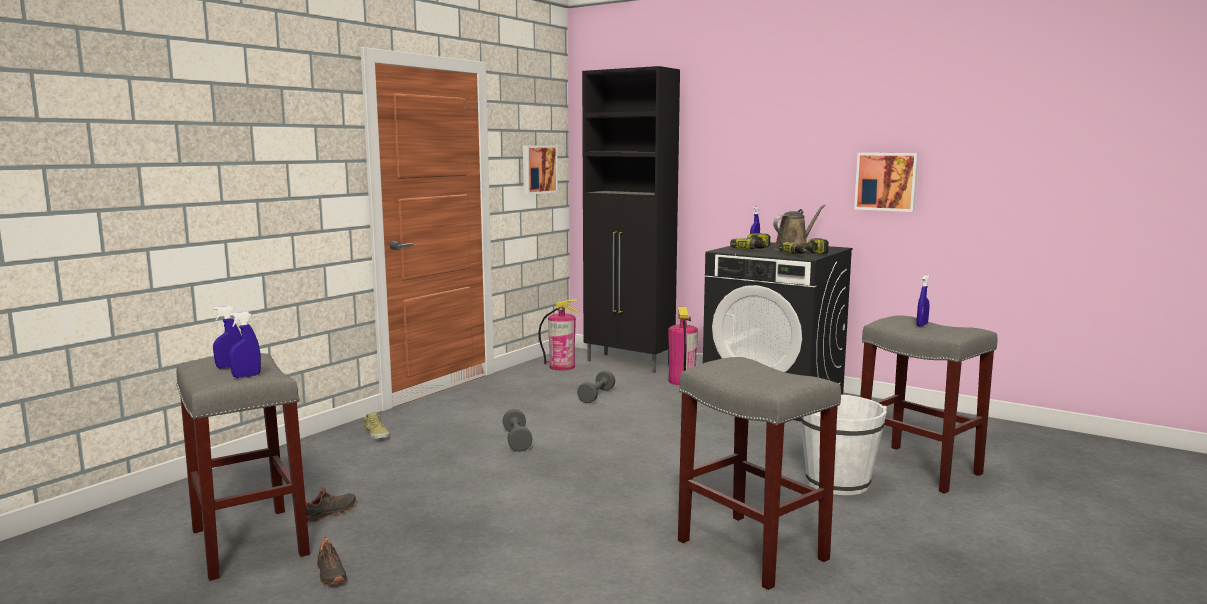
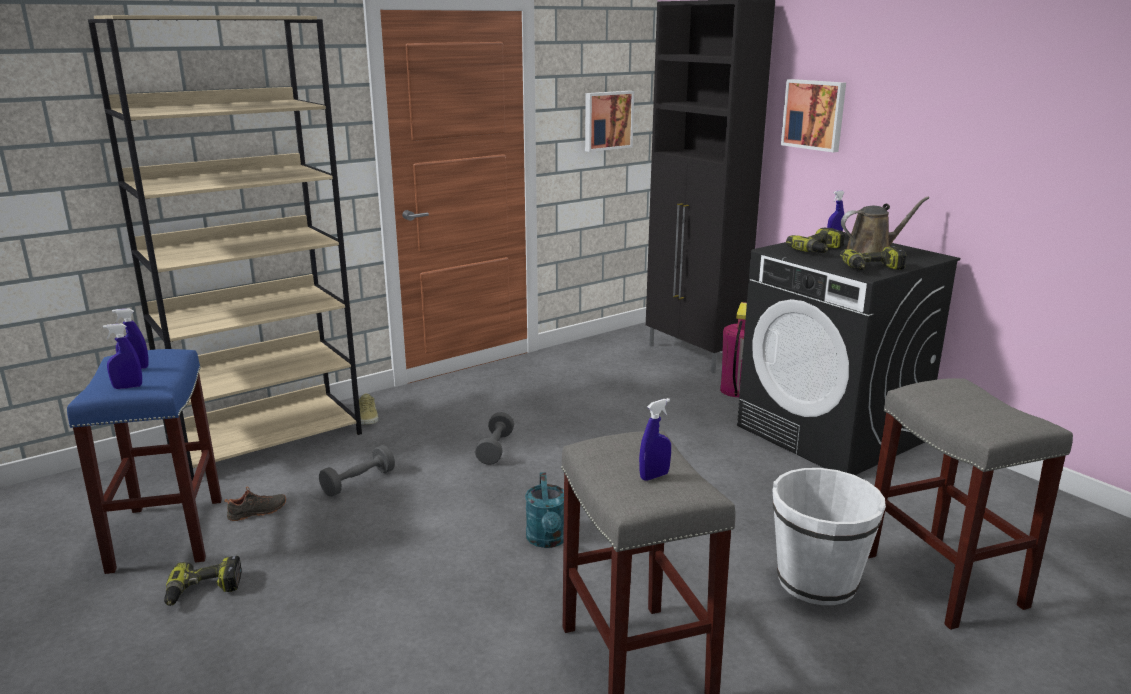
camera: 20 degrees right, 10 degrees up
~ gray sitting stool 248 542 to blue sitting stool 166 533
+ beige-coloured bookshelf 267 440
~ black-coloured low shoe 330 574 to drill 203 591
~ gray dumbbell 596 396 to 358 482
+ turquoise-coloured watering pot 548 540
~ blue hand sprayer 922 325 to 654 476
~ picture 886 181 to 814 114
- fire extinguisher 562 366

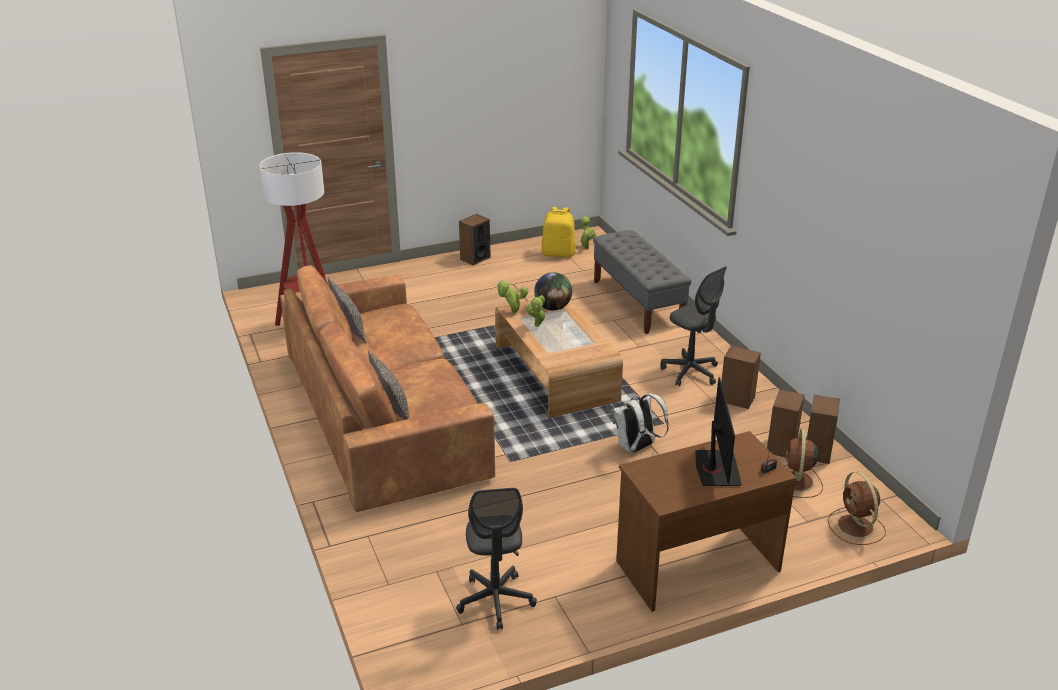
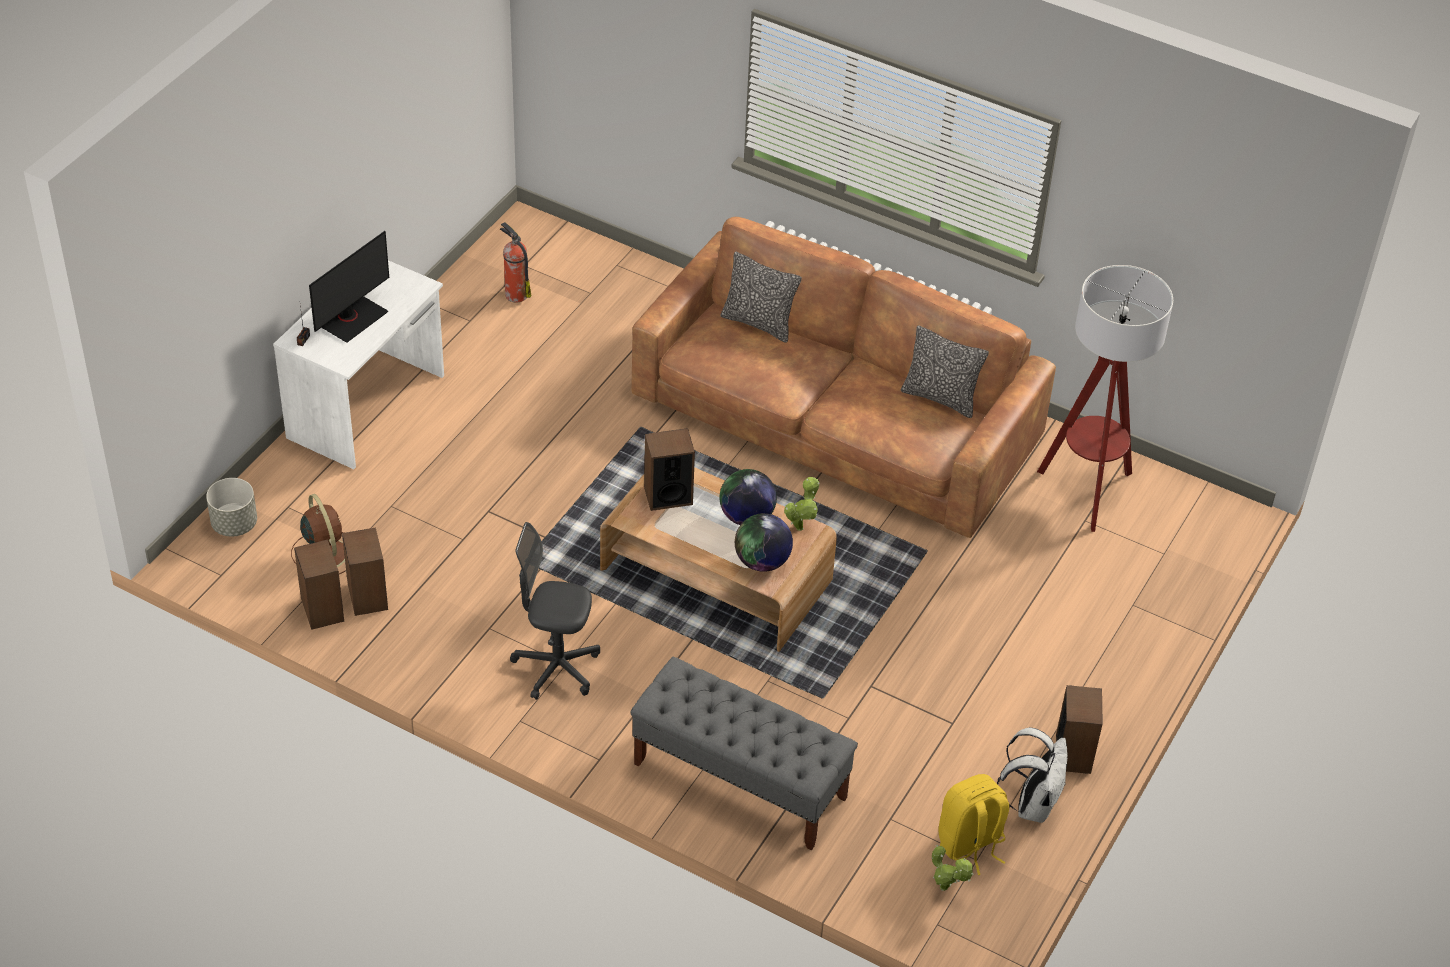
camera: 140 degrees right, 15 degrees up
~ brown fan 856 527 to gray flower pot 234 524
~ brown desk 696 565 to white desk 368 407
~ computer display 716 469 = 351 318 105 degrees counterclockwise
~ gray office chair 495 601 to fire extinguisher 515 294
~ speaker 737 399 to 668 495
~ potted plant 536 326 to world globe 746 517
~ white rucksack 636 448 to 1032 804

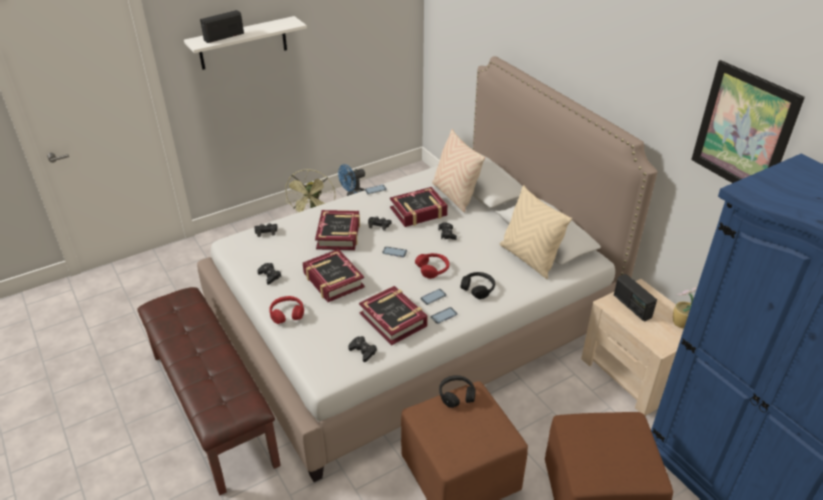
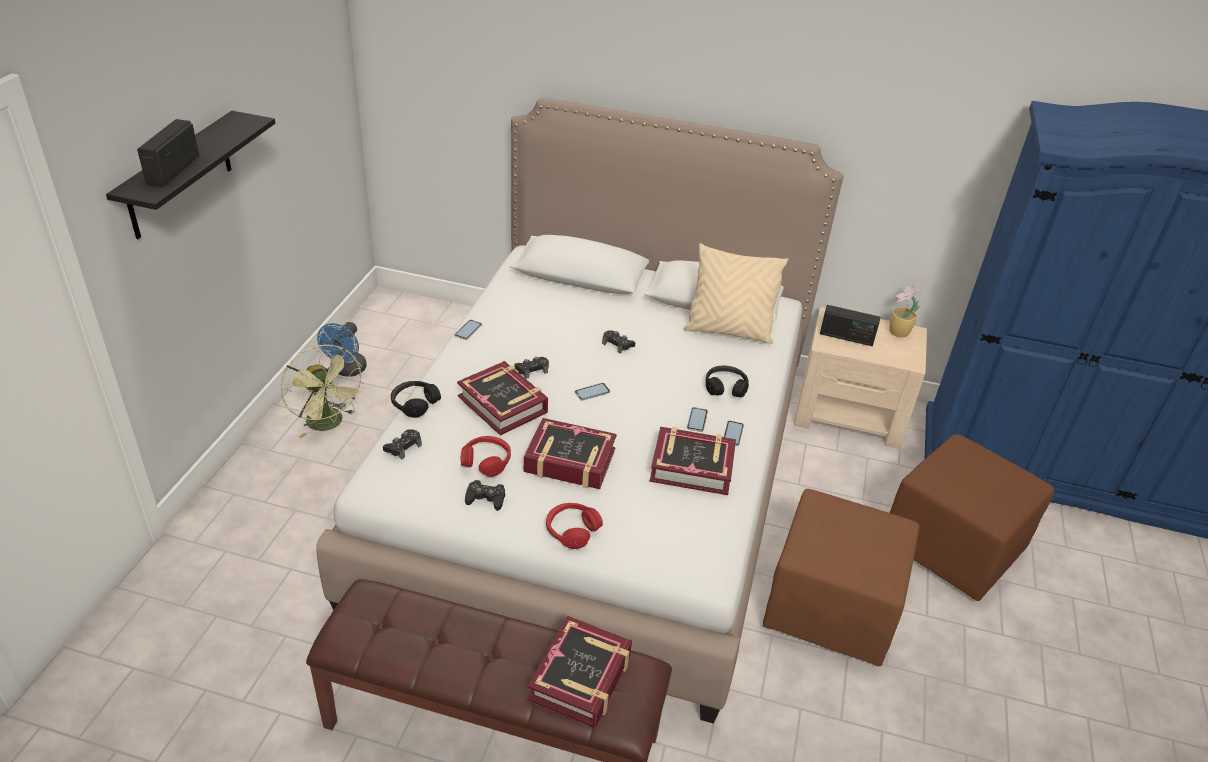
camera: 45 degrees left, 0 degrees up
~ white bracket shelf 243 43 to black-coloured bracket shelf 179 175
~ black-coloured headphones 456 395 to 414 404
~ red-coloured headphones 433 269 to 486 461
~ bound book 418 212 to 581 678
- black-coloured game controller 363 351
- beige-coloured throw pillow 454 196
- picture 744 130

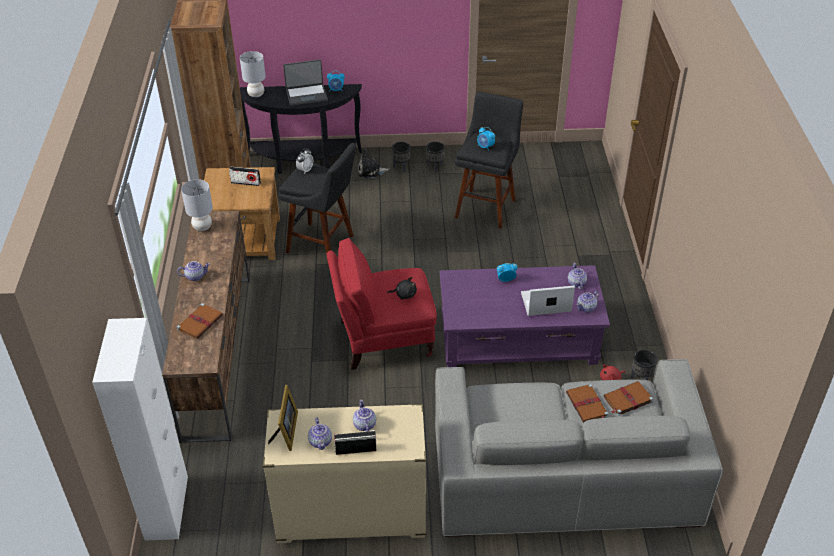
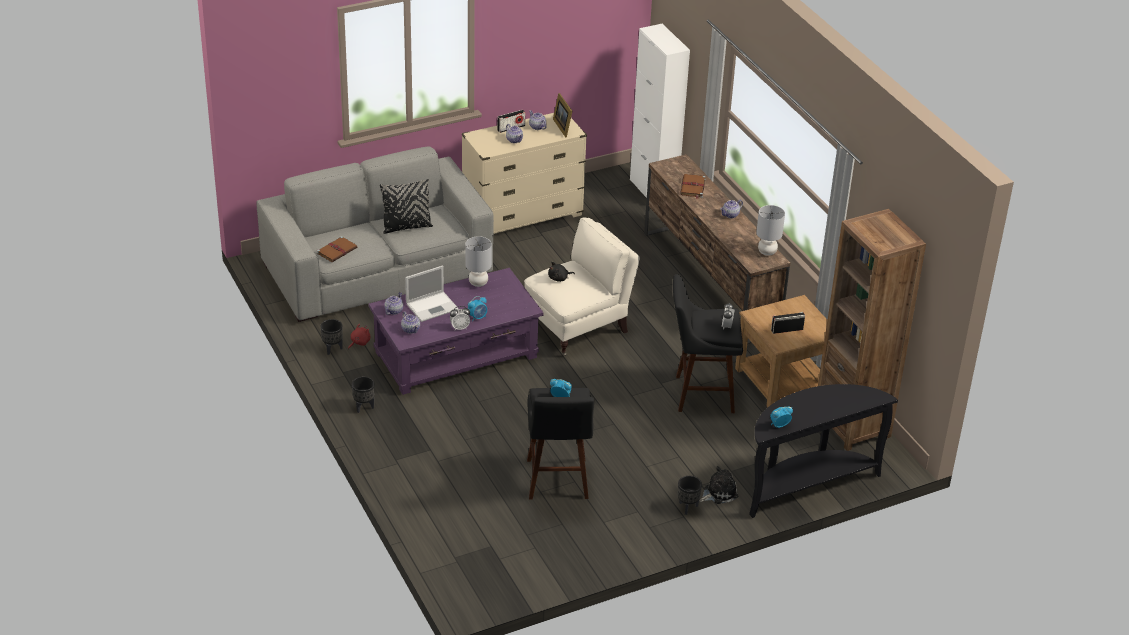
camera: 155 degrees right, 5 degrees down
~ black-coloured flower pot 435 167 to 363 407
+ black-coloured throw pillow 406 227
+ alarm clock 460 327
~ gray tabletop lamp 256 94 to 478 283
~ red-coloured armchair 383 338 to beige-coloured armchair 579 326
- notebook computer 306 95
- brown bound book 587 405

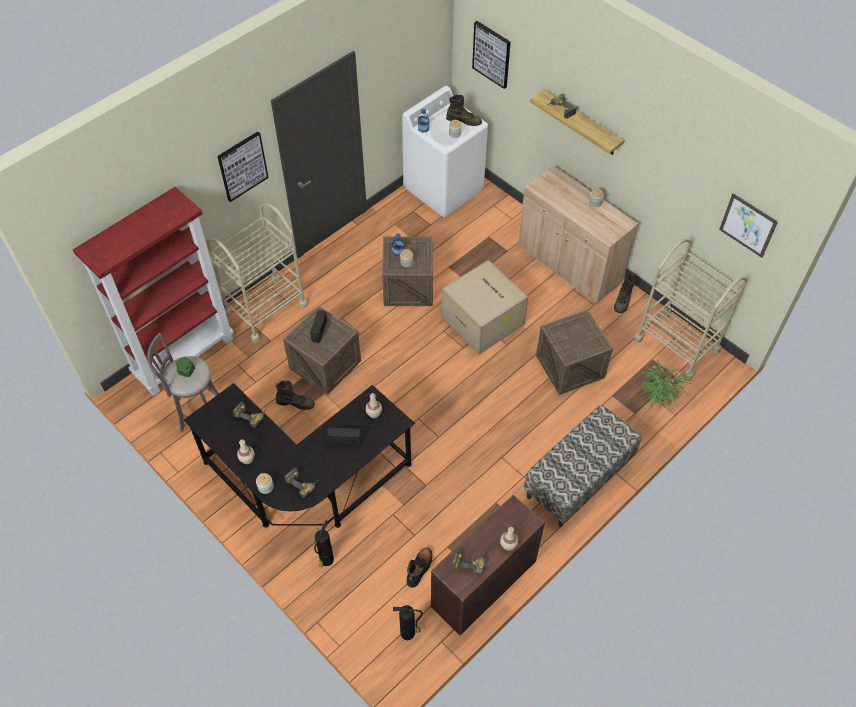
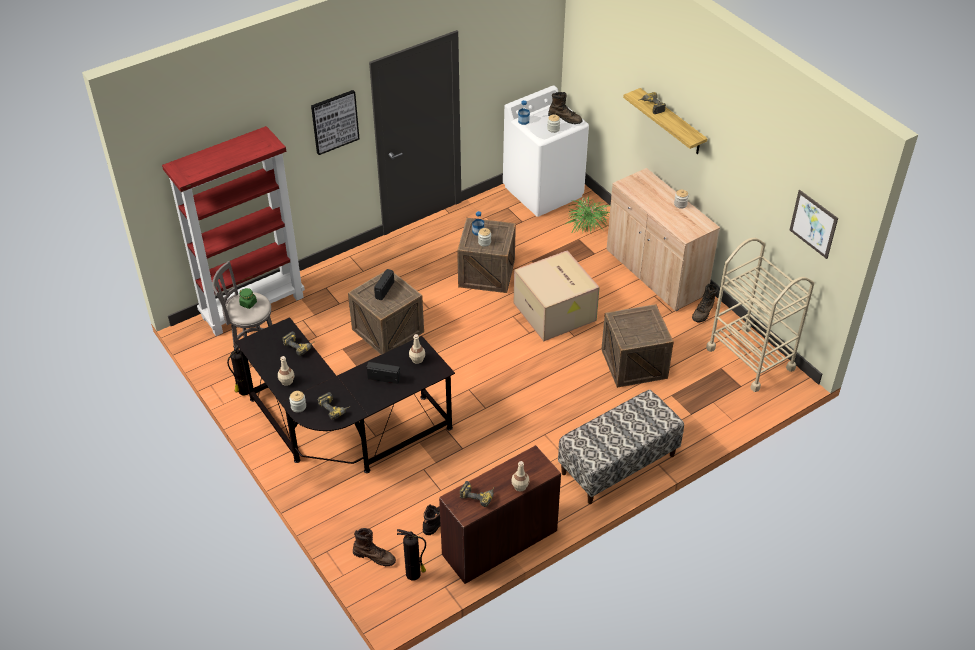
camera: 10 degrees right, 10 degrees down
~ fire extinguisher 326 560 to 244 391
~ brown tall boot 295 403 to 374 556
~ potted plant 659 392 to 587 224
- beige-coloured wheeled cart 265 309
- picture 492 54

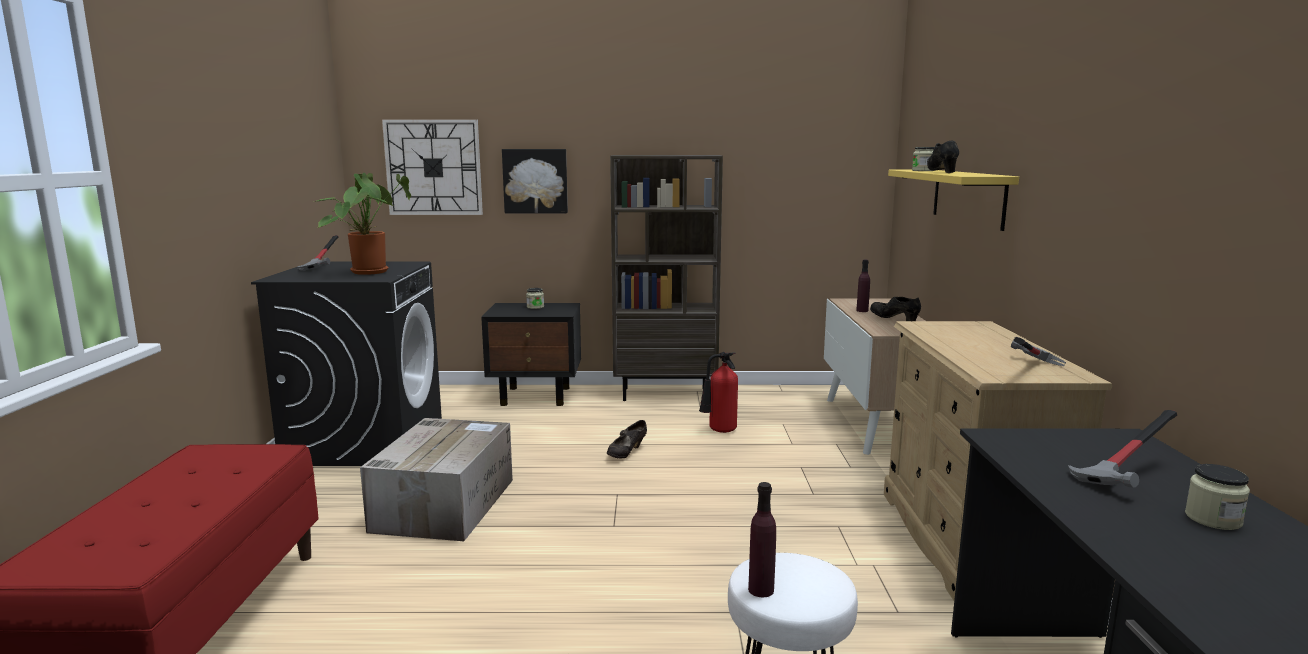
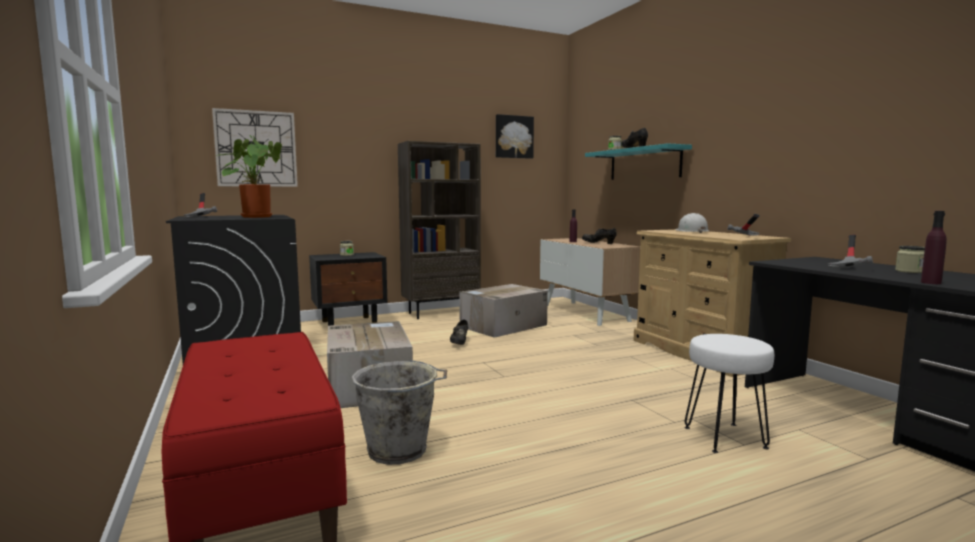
camera: 25 degrees left, 5 degrees down
+ gray water bucket 400 450
~ fire extinguisher 719 431 to carton 502 326
~ picture 535 181 to 513 137
~ yellow-coloured bracket shelf 967 197 to turquoise-coloured bracket shelf 644 164
+ white safety helmet 691 231
~ purple-coloured beverage bottle 761 590 to 931 283

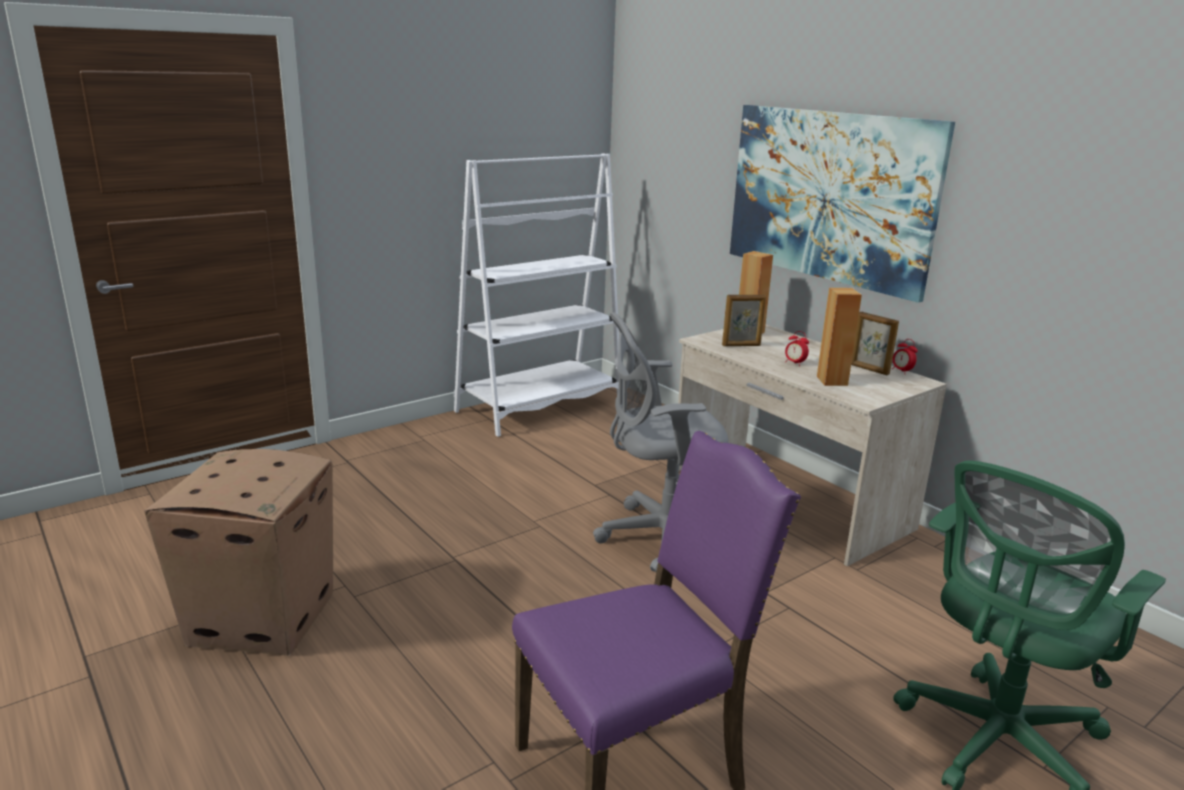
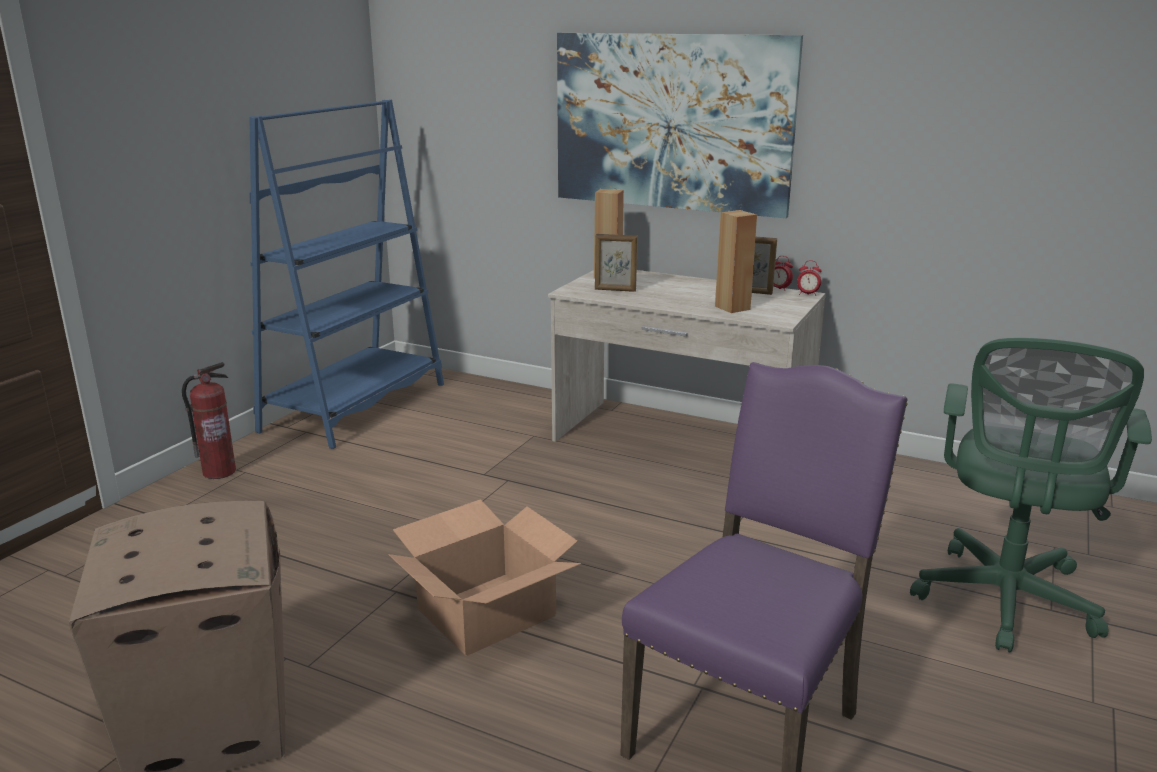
camera: 25 degrees left, 0 degrees up
+ fire extinguisher 219 471
~ white bookshelf 540 407 to blue bookshelf 355 407
+ carton 485 612
~ photo frame 741 345 = 615 290 45 degrees clockwise
~ alarm clock 794 363 to 807 294
- gray office chair 660 537

